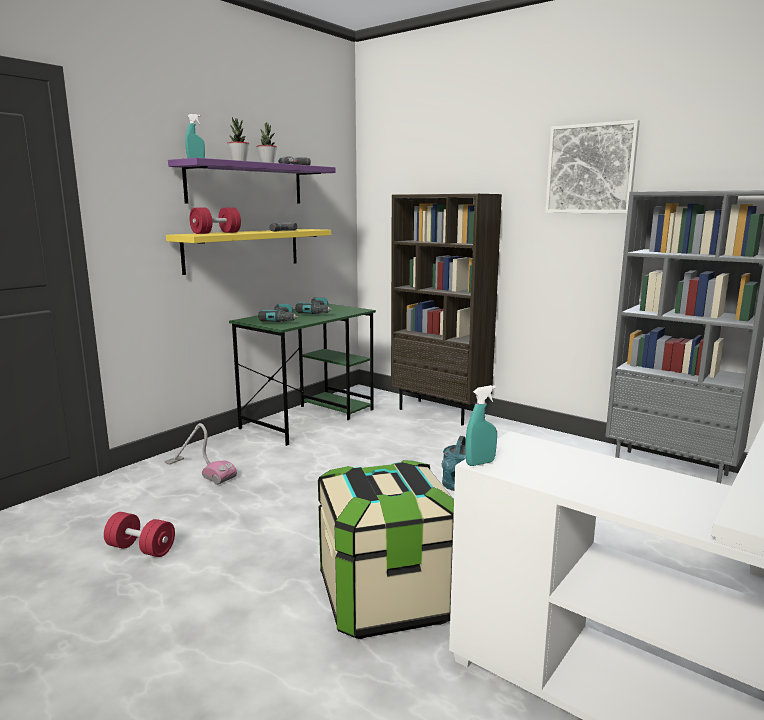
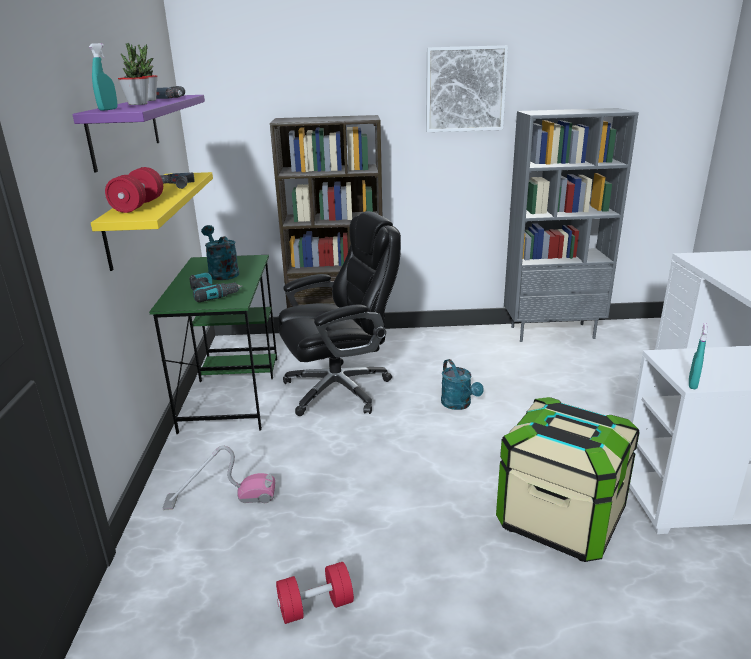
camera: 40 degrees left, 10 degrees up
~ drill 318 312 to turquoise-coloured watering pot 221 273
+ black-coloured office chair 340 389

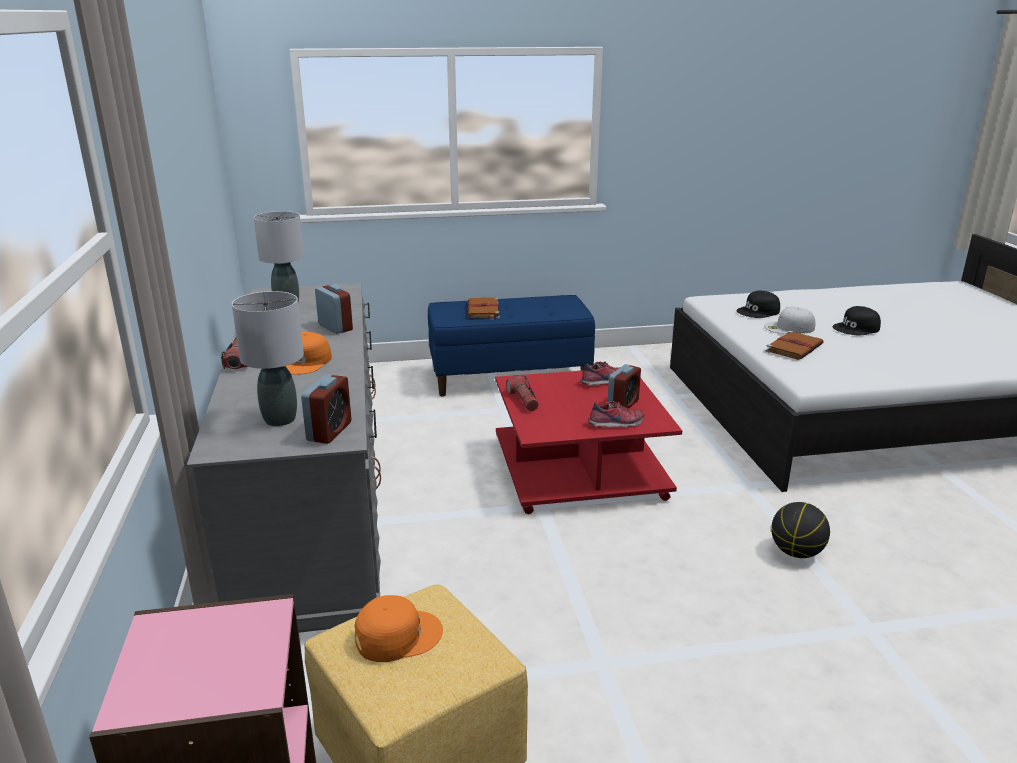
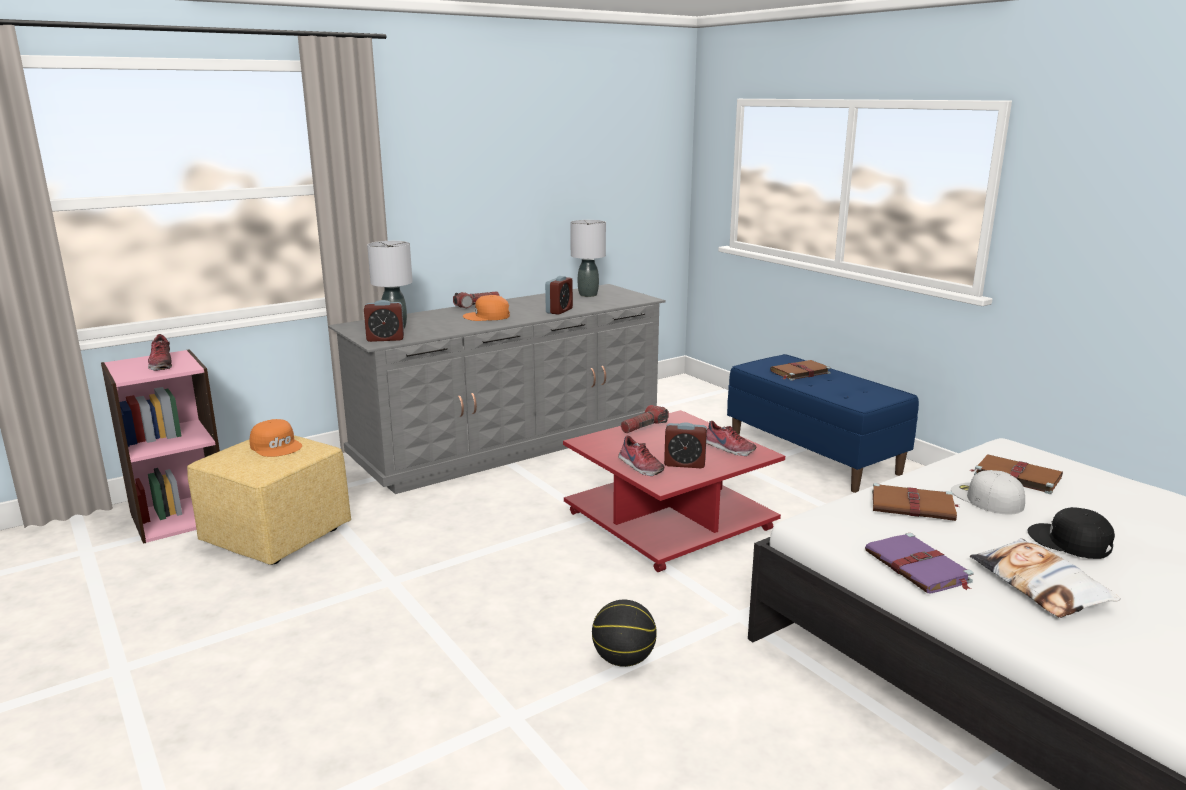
camera: 65 degrees right, 5 degrees down
+ low shoe 160 364
+ purple-coloured bound book 918 567
+ throw pillow 1039 586
~ black-coloured baseball cap 758 311 to brown bound book 1015 476

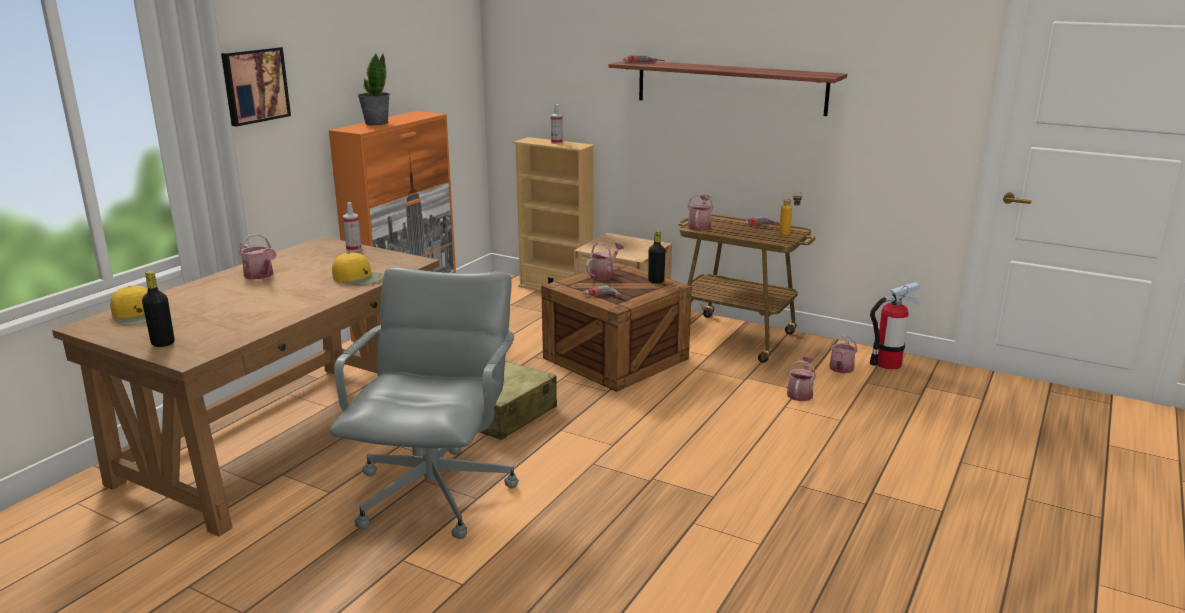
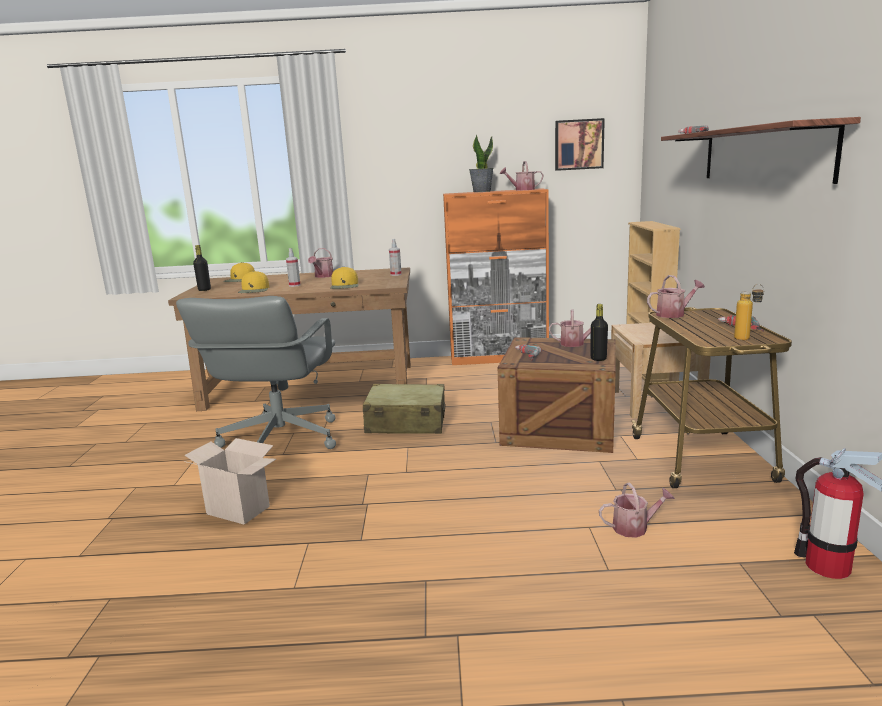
camera: 60 degrees right, 5 degrees down
~ gray office chair 436 493 = 279 441 120 degrees clockwise
+ carton 240 510
+ yellow-coloured baseball cap 254 290
~ hand sprayer 557 142 to 294 285
~ watering pot 840 369 to 522 190
~ picture 254 85 to 578 144

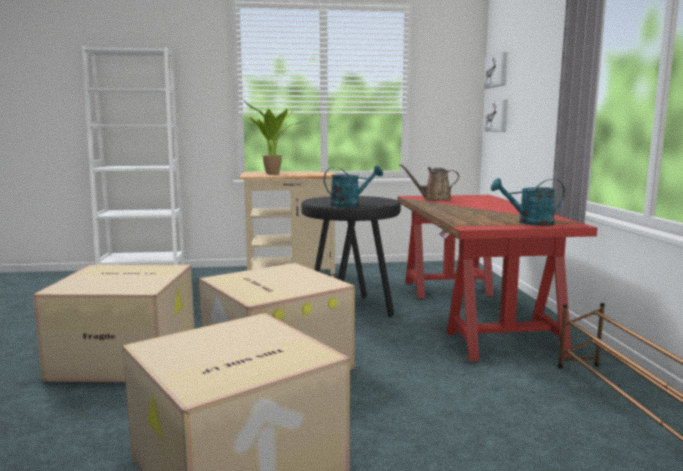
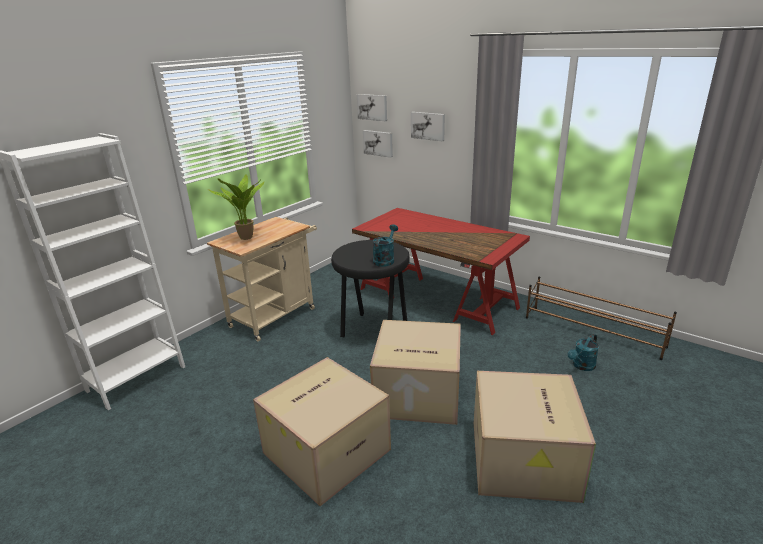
camera: 45 degrees left, 15 degrees up
+ picture 428 126
~ turquoise-coloured watering pot 529 222 to 582 366
- brown watering pot 434 199

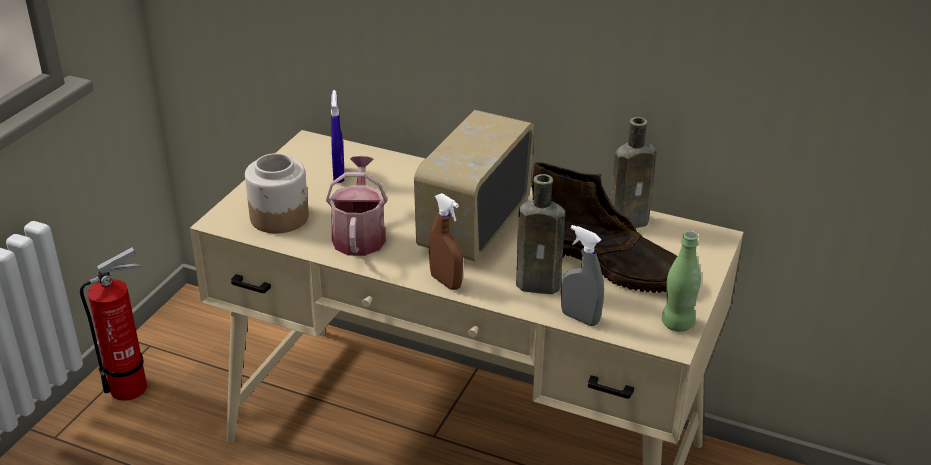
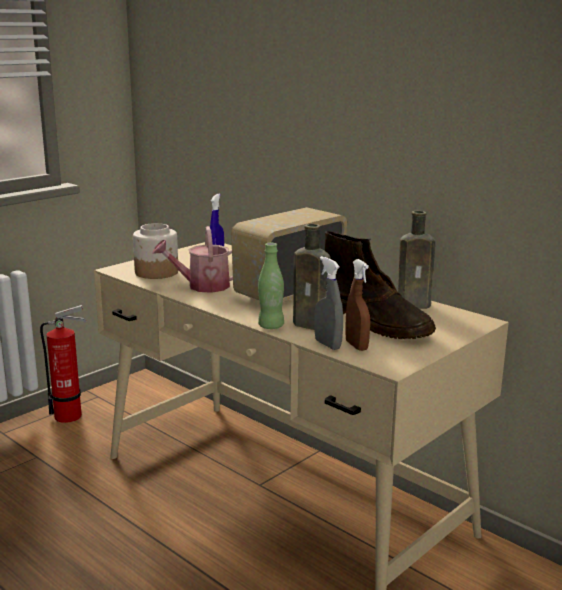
camera: 20 degrees right, 15 degrees down
~ watering pot 359 235 = 202 286 120 degrees counterclockwise
~ green beverage bottle 677 324 to 271 326
~ brown hand sprayer 446 282 to 356 346

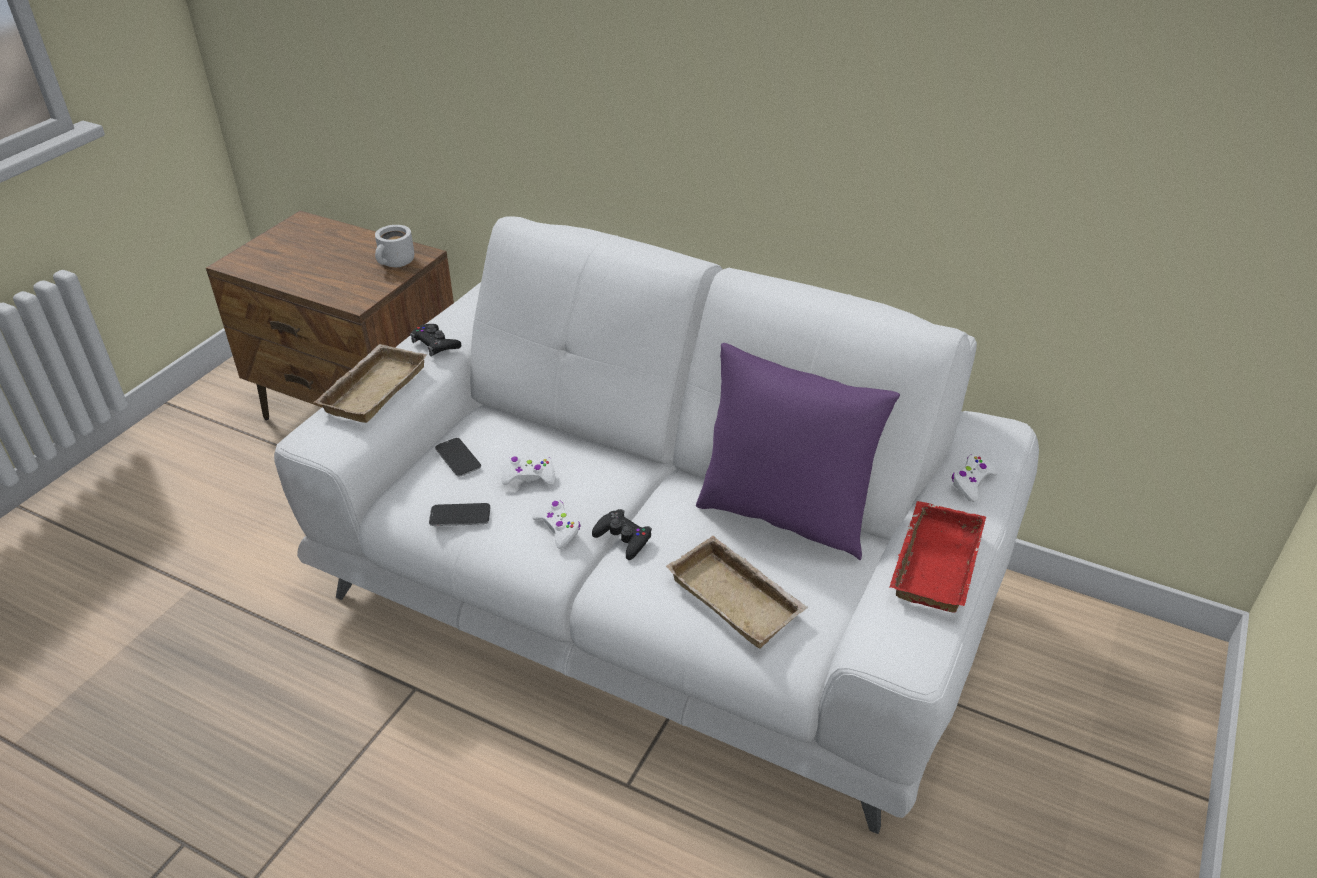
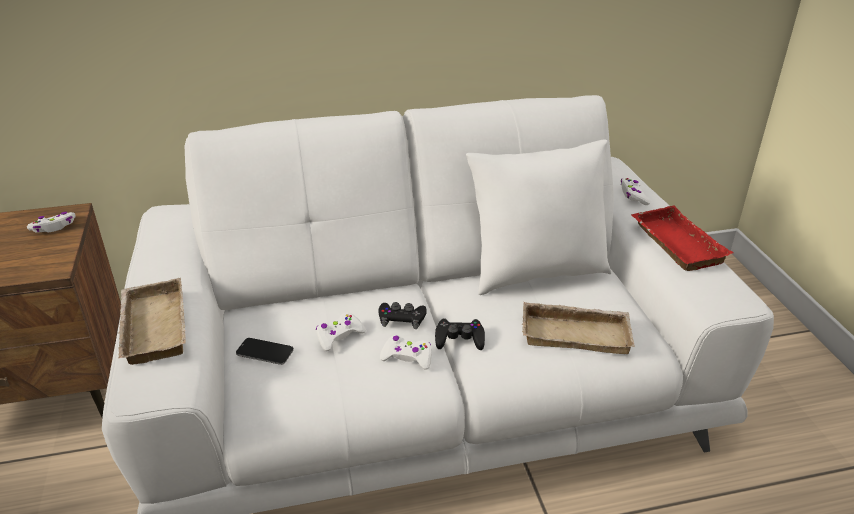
camera: 40 degrees left, 5 degrees down
~ white mug 396 263 to white game controller 54 227
~ black-coloured game controller 435 344 to 402 319
~ purple-coloured throw pillow 784 515 to white throw pillow 536 272
- handset 460 516

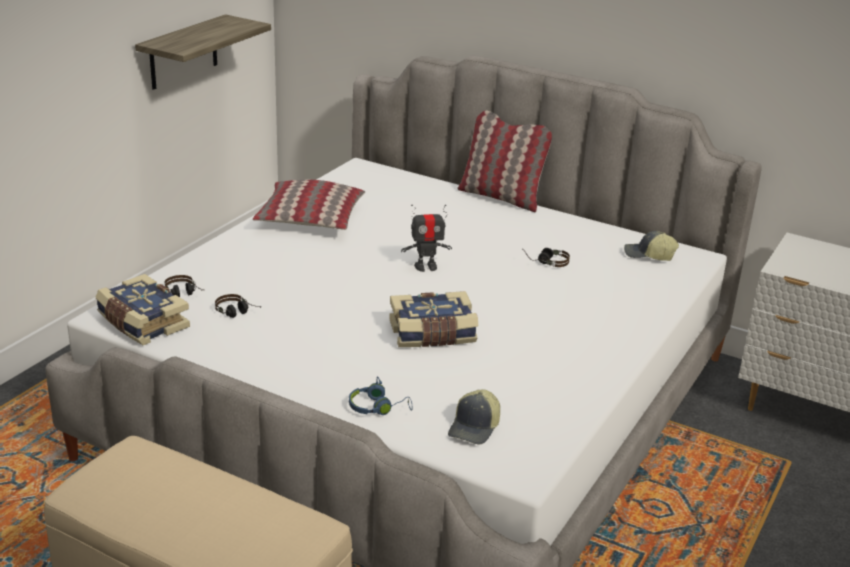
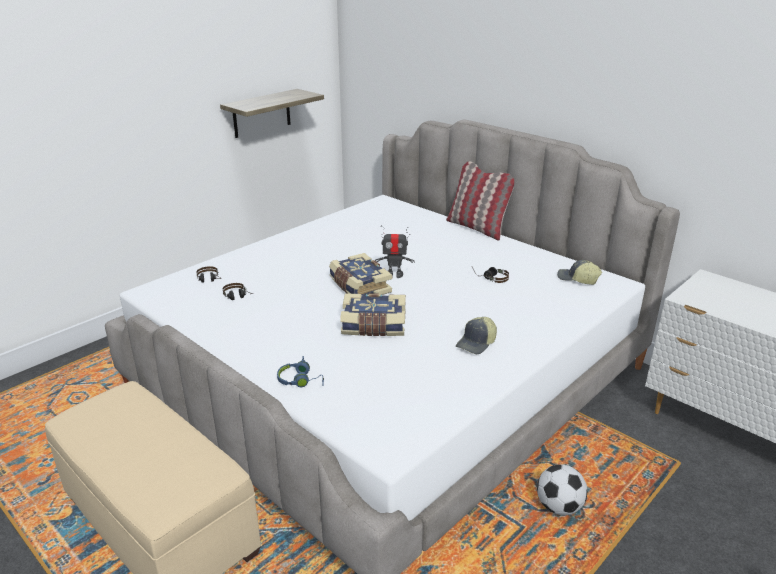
camera: 15 degrees right, 0 degrees up
~ bound book 142 323 to 359 287
~ baseball cap 475 428 to 477 343
+ ball for football 559 507
- throw pillow 310 219

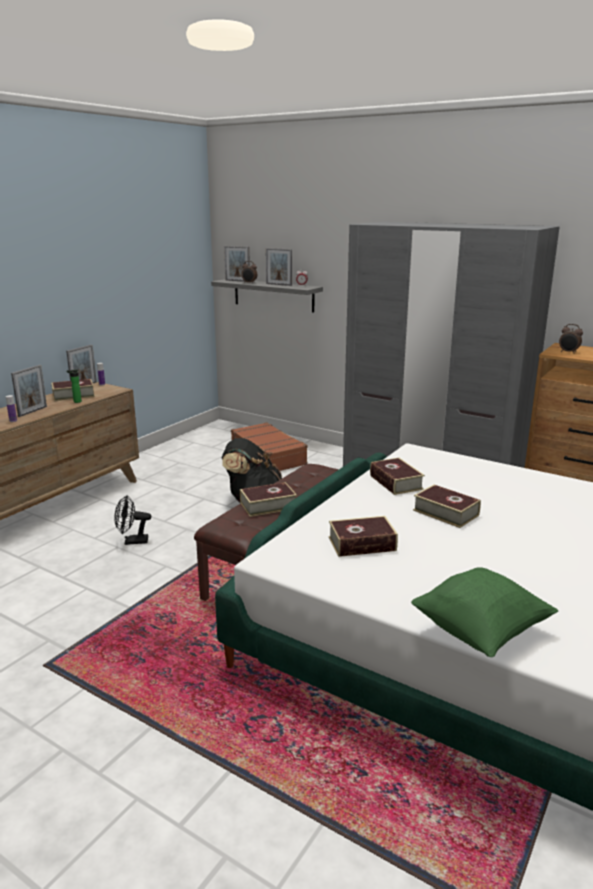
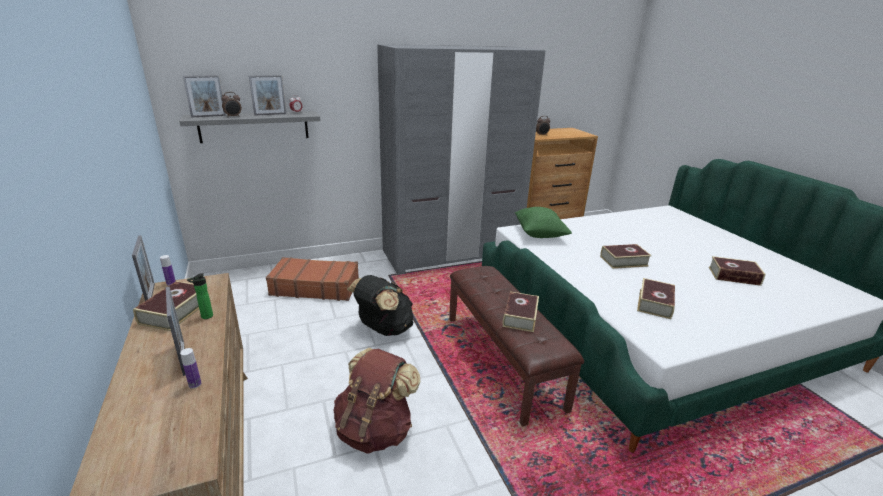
camera: 55 degrees left, 5 degrees up
~ black-coloured fan 132 541 to brown rucksack 375 430
~ green throw pillow 480 632 to 539 234
~ bound book 396 482 to 734 276

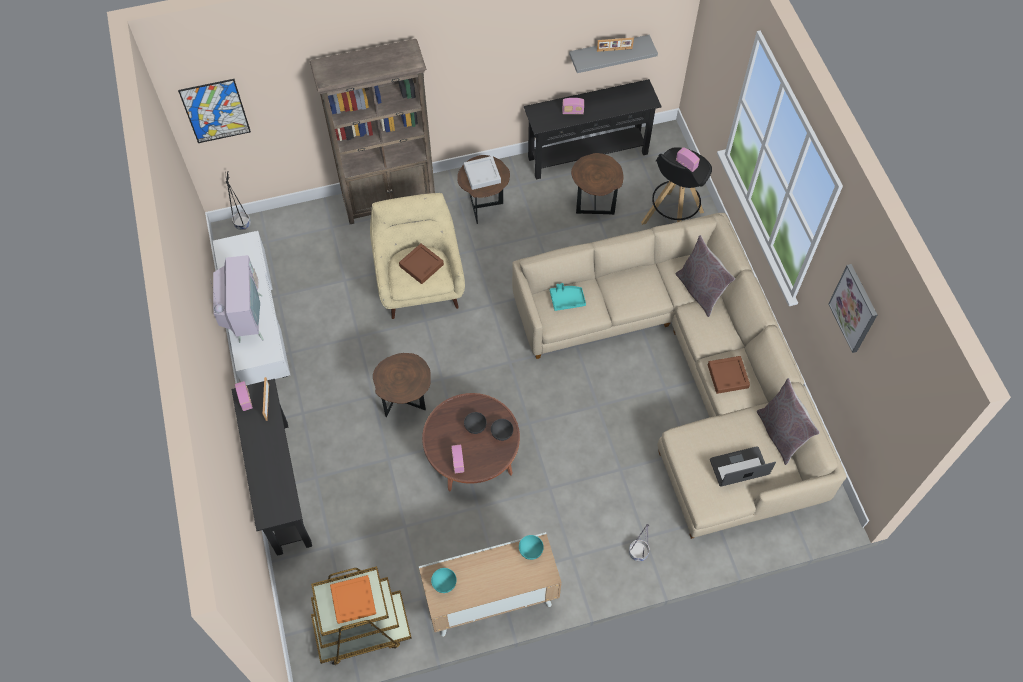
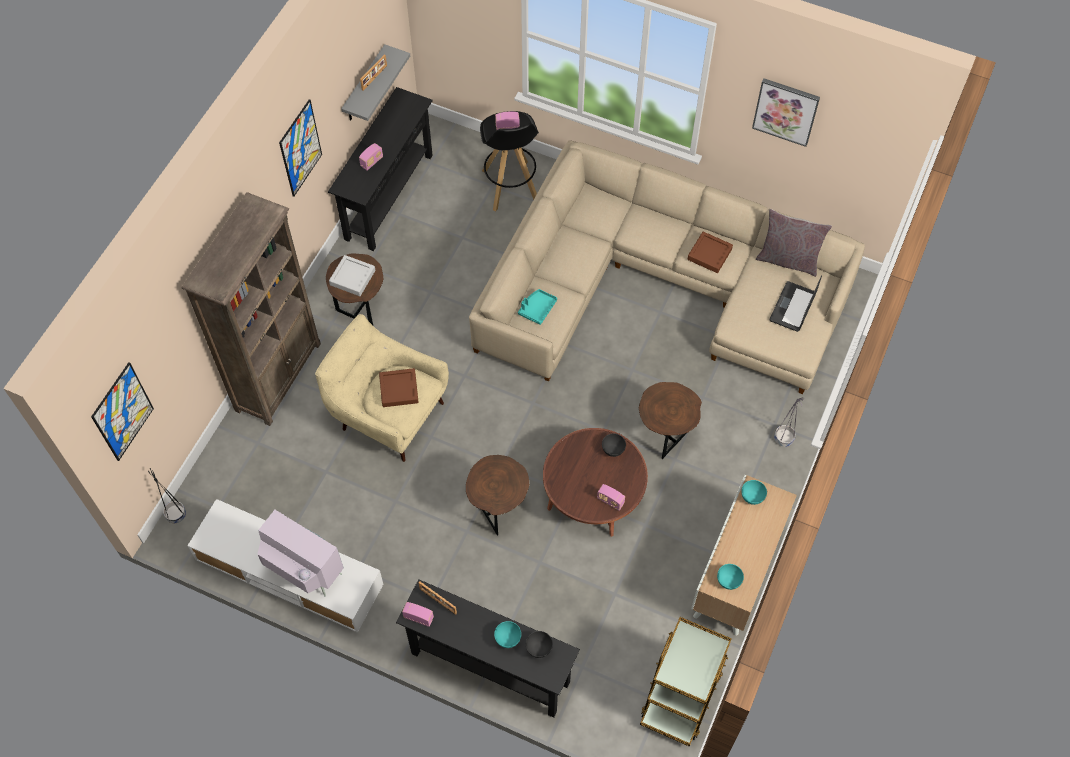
camera: 50 degrees left, 0 degrees up
+ picture 300 148
+ turquoise-coloured bowl 507 639
~ gray bowl 475 427 to 539 648
~ brown side table 594 204 to 665 436
- orange serving tray 353 600
- gray throw pillow 700 291

